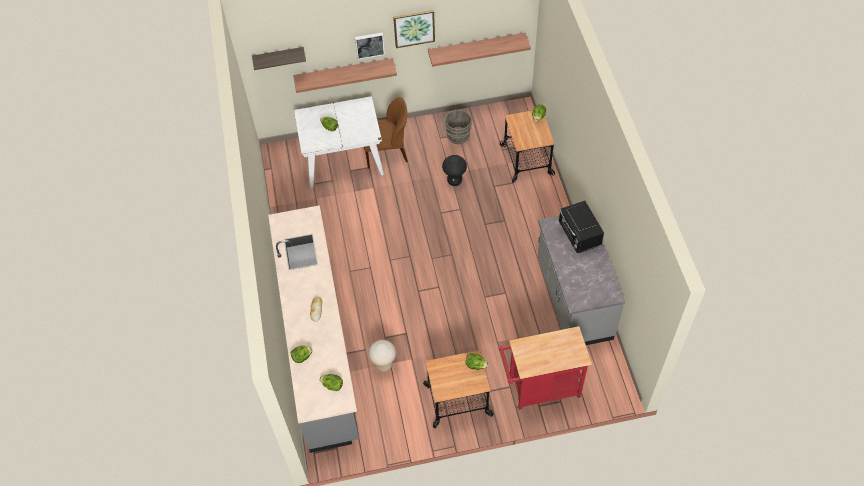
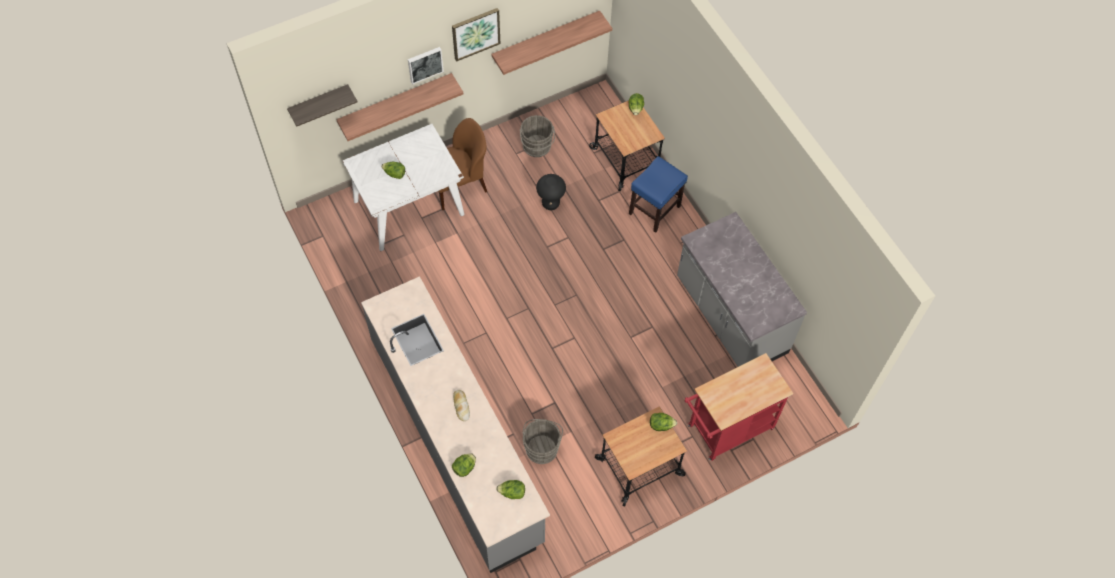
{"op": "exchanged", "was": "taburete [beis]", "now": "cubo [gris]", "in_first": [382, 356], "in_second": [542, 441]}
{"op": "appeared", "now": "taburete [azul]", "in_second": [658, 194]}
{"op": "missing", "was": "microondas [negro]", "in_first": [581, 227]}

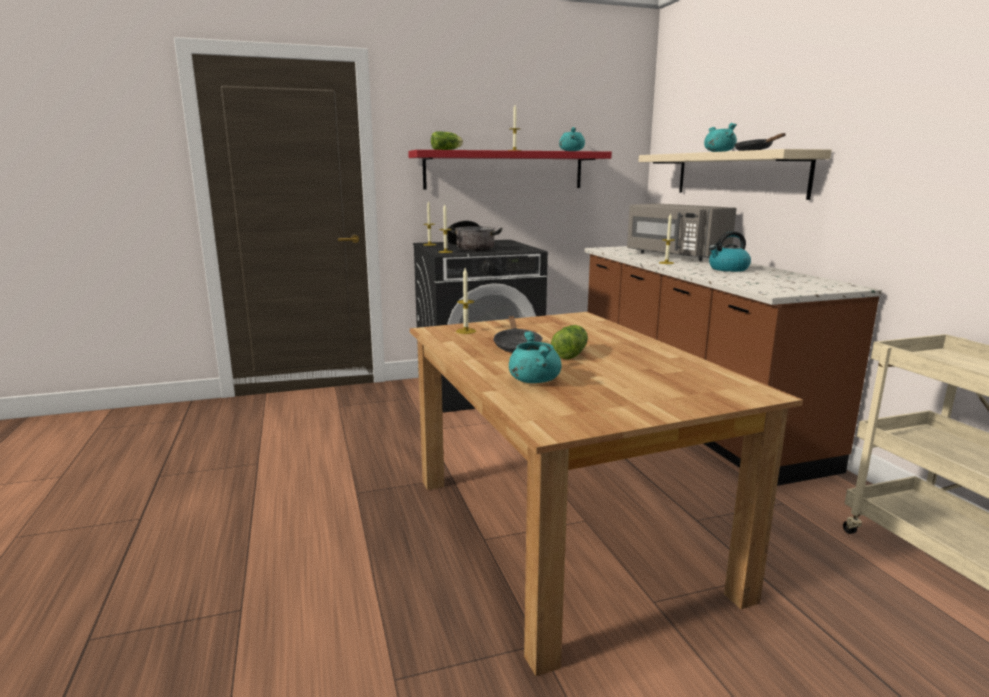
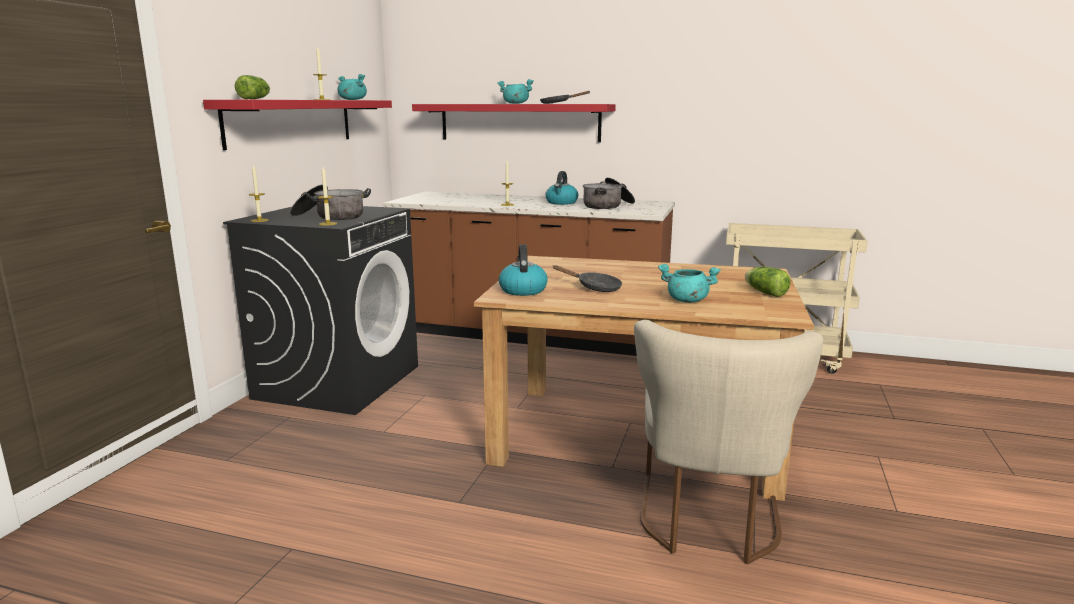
{"op": "colour", "was": "estante [beis]", "now": "estante [rojo]", "in_first": [735, 174], "in_second": [514, 123]}
{"op": "exchanged", "was": "vela", "now": "hervidor", "in_first": [466, 301], "in_second": [523, 270]}
{"op": "appeared", "now": "olla", "in_second": [609, 193]}
{"op": "appeared", "now": "silla [beis]", "in_second": [728, 442]}
{"op": "relocated", "was": "lechuga", "in_first": [569, 342], "in_second": [768, 282]}
{"op": "missing", "was": "microondas [gris]", "in_first": [682, 232]}

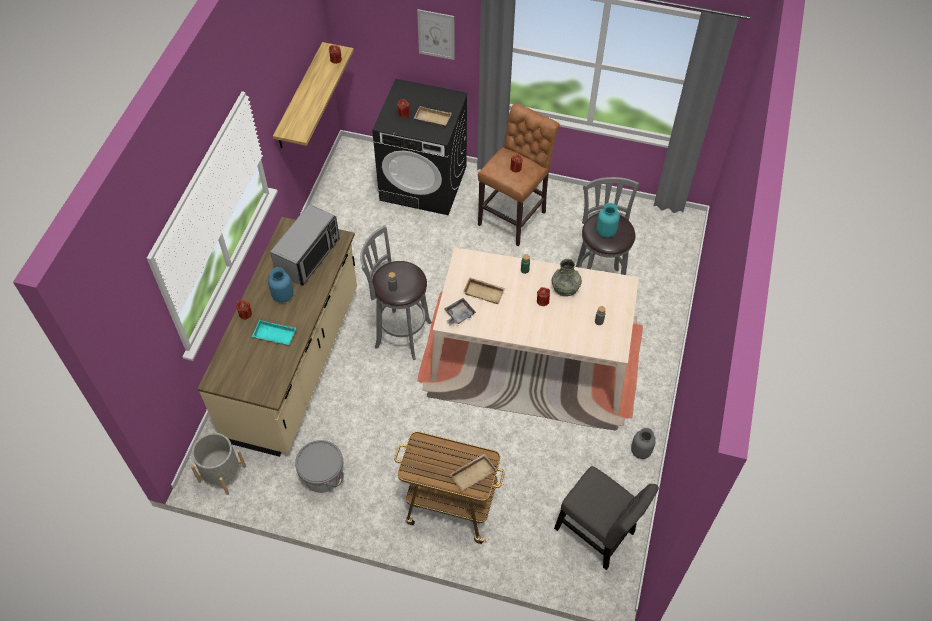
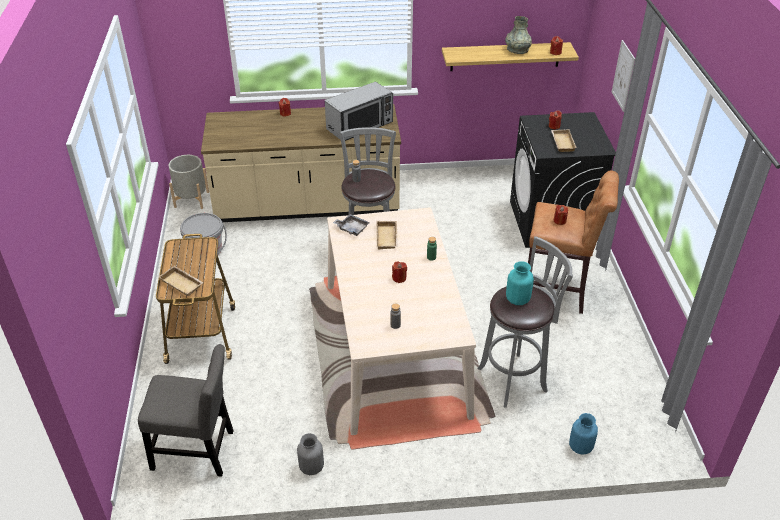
{"op": "spun", "was": "silla [gris]", "in_first": [606, 518], "in_second": [186, 410], "clockwise": -105}
{"op": "spun", "was": "microondas", "in_first": [305, 245], "in_second": [359, 111], "clockwise": -45}
{"op": "relocated", "was": "florero [gris]", "in_first": [567, 277], "in_second": [518, 35]}
{"op": "relocated", "was": "florero [azul]", "in_first": [280, 285], "in_second": [583, 434]}
{"op": "missing", "was": "bandeja [turquesa]", "in_first": [274, 332]}

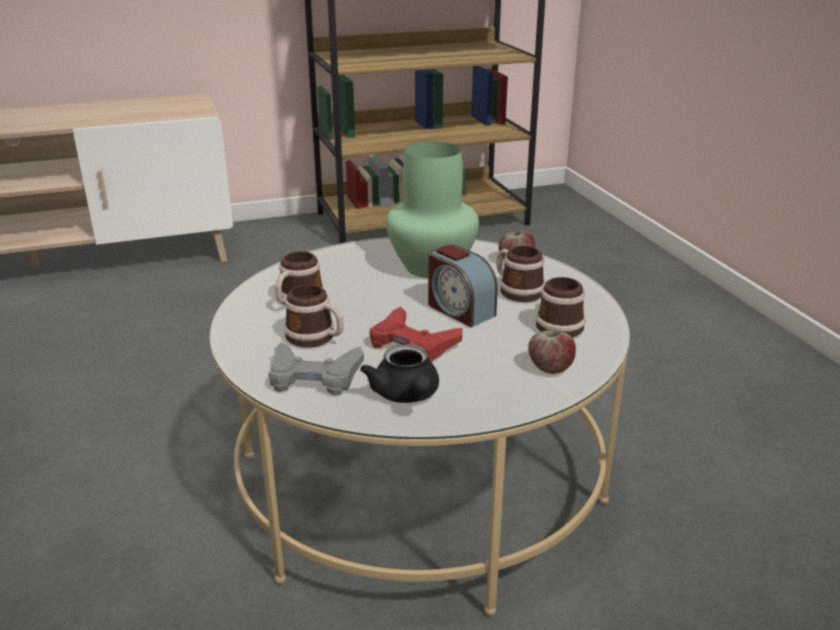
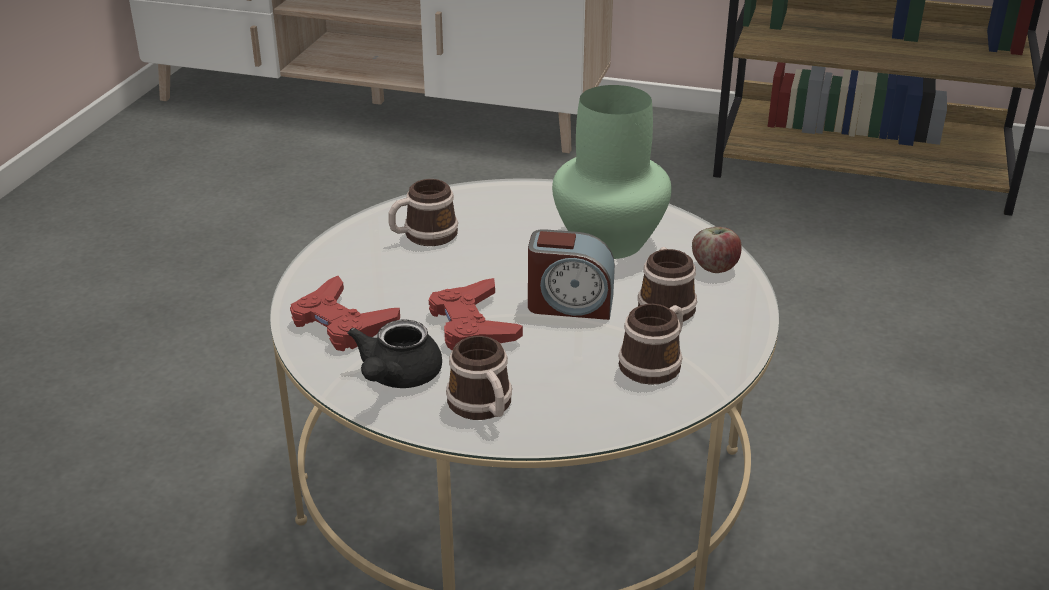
{"op": "colour", "was": "mando de consola [gris]", "now": "mando de consola [rojo]", "in_first": [316, 369], "in_second": [345, 313]}
{"op": "relocated", "was": "taza grande", "in_first": [314, 316], "in_second": [479, 378]}
{"op": "spun", "was": "despertador", "in_first": [463, 286], "in_second": [571, 274], "clockwise": -75}
{"op": "missing", "was": "manzana", "in_first": [552, 351]}

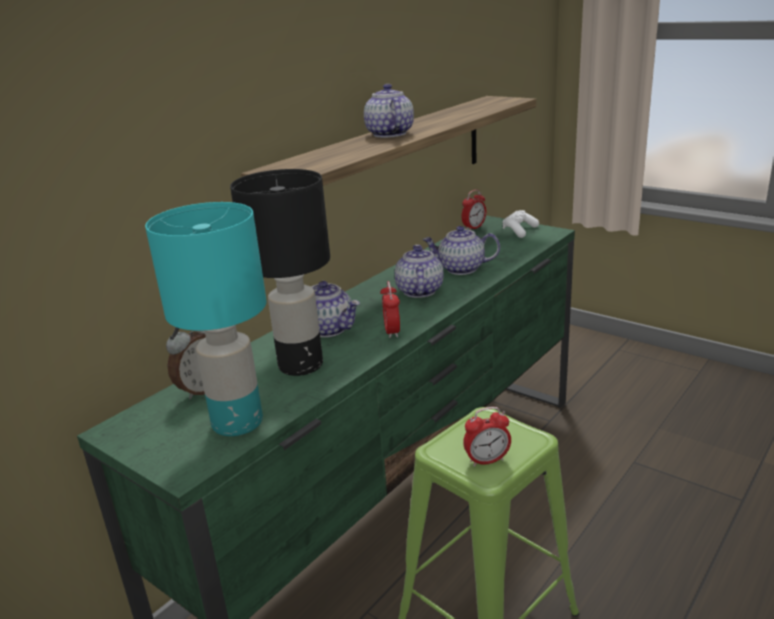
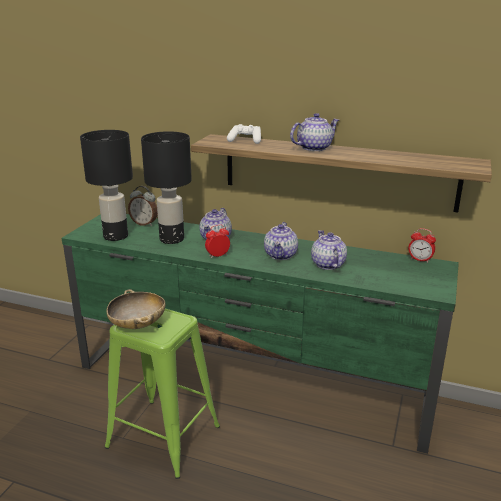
{"op": "colour", "was": "lámpara de mesa [turquesa]", "now": "lámpara de mesa [negro]", "in_first": [205, 319], "in_second": [106, 185]}
{"op": "exchanged", "was": "despertador", "now": "cuenco [beis]", "in_first": [487, 437], "in_second": [136, 309]}
{"op": "relocated", "was": "mando de consola [blanco]", "in_first": [520, 224], "in_second": [244, 134]}
{"op": "spun", "was": "tetera", "in_first": [419, 271], "in_second": [281, 241], "clockwise": 120}

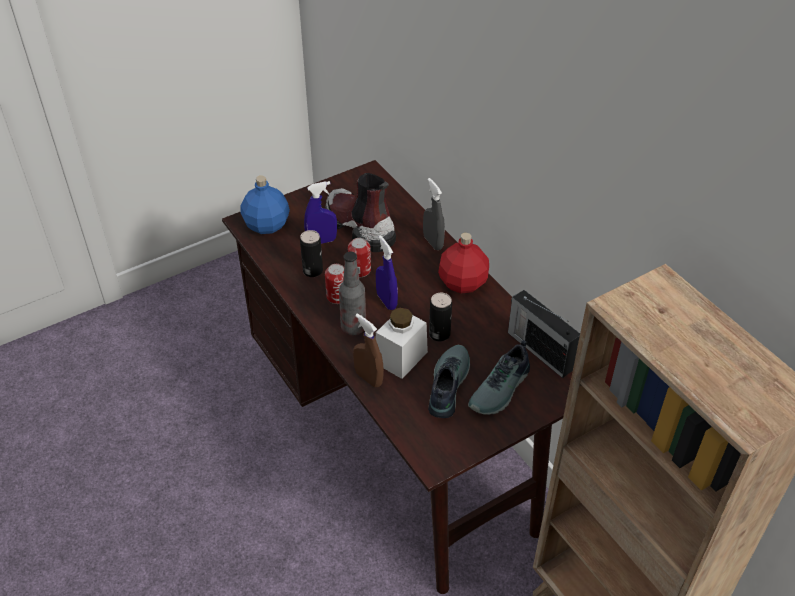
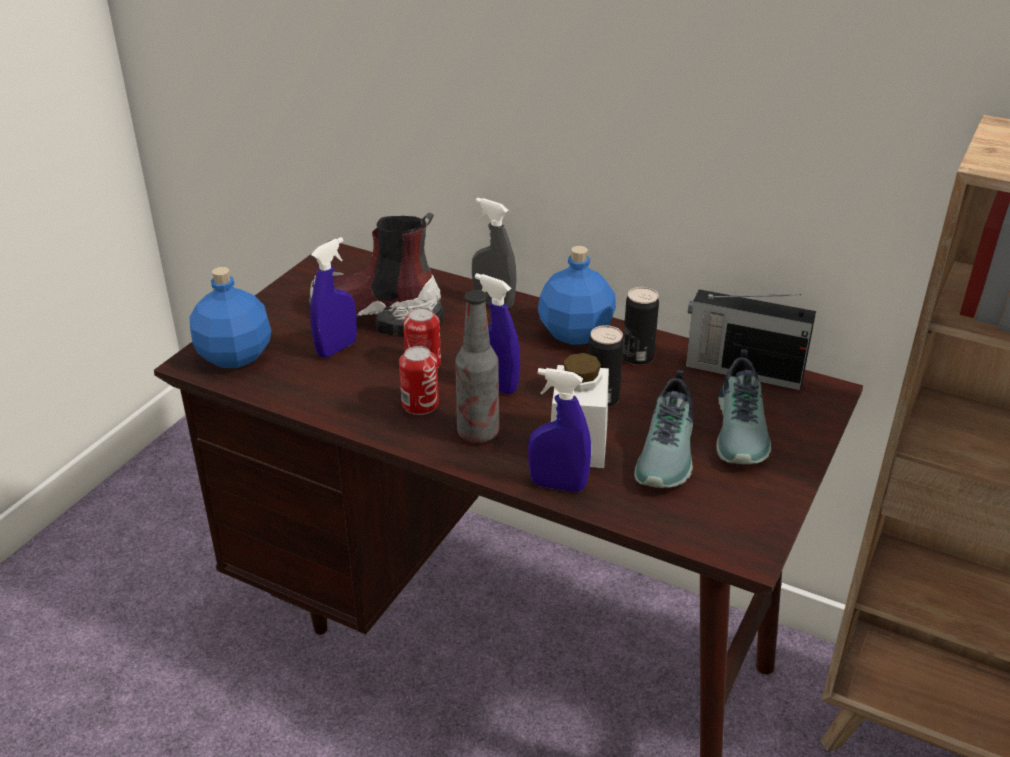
{"op": "colour", "was": "pulverizador [marrón]", "now": "pulverizador [azul]", "in_first": [368, 350], "in_second": [559, 430]}
{"op": "colour", "was": "botella [rojo]", "now": "botella [azul]", "in_first": [463, 263], "in_second": [577, 295]}
{"op": "relocated", "was": "lata", "in_first": [311, 253], "in_second": [641, 326]}
{"op": "spun", "was": "zapato", "in_first": [449, 381], "in_second": [663, 429], "clockwise": -150}

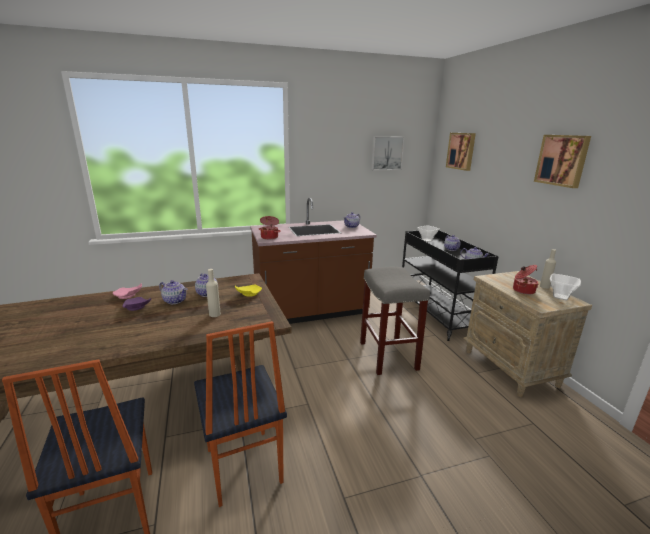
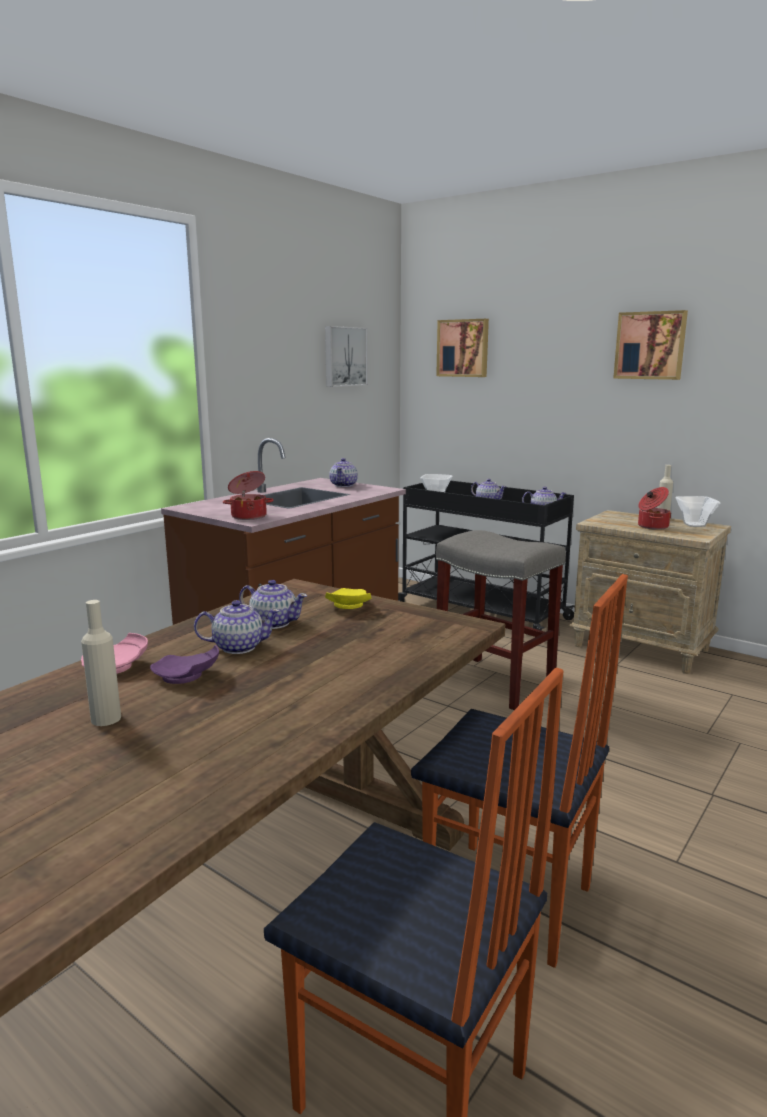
{"op": "relocated", "was": "botella [beis]", "in_first": [213, 293], "in_second": [101, 663]}

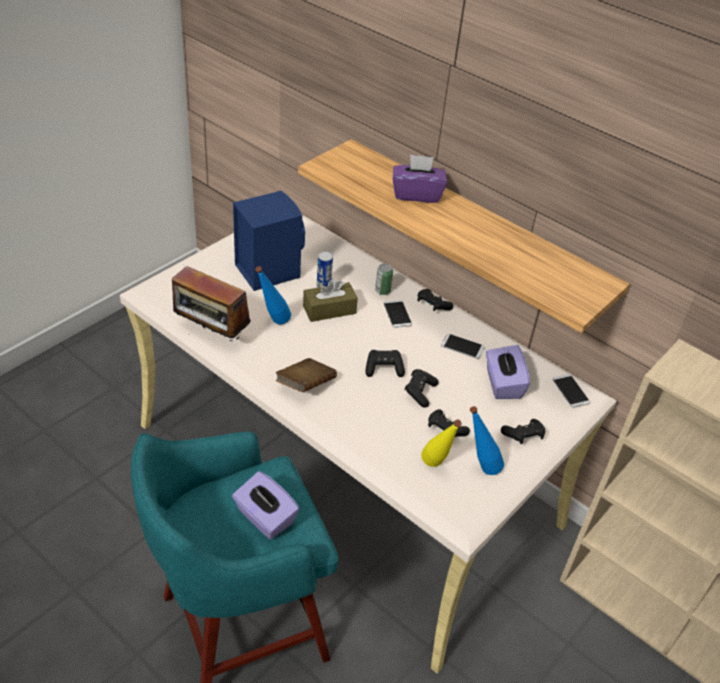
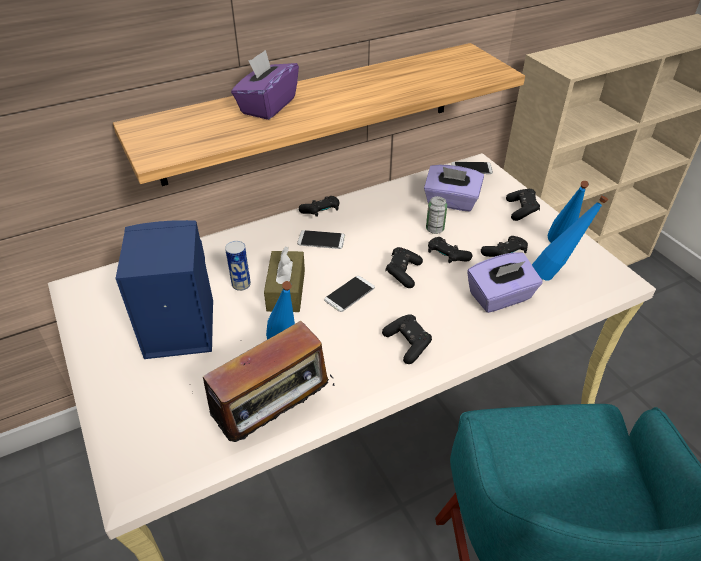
{"op": "relocated", "was": "móvil", "in_first": [463, 346], "in_second": [349, 294]}
{"op": "exchanged", "was": "libro [marrón]", "now": "mando de consola [negro]", "in_first": [306, 375], "in_second": [407, 339]}
{"op": "relocated", "was": "lata", "in_first": [384, 279], "in_second": [436, 215]}
{"op": "relocated", "was": "caja de pañuelos [morado]", "in_first": [266, 505], "in_second": [504, 282]}
{"op": "colour", "was": "botella [amarillo]", "now": "botella [azul]", "in_first": [441, 443], "in_second": [570, 238]}

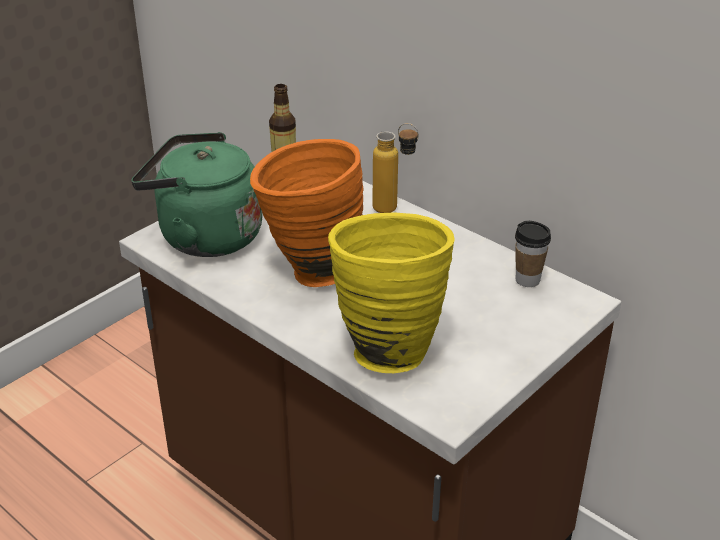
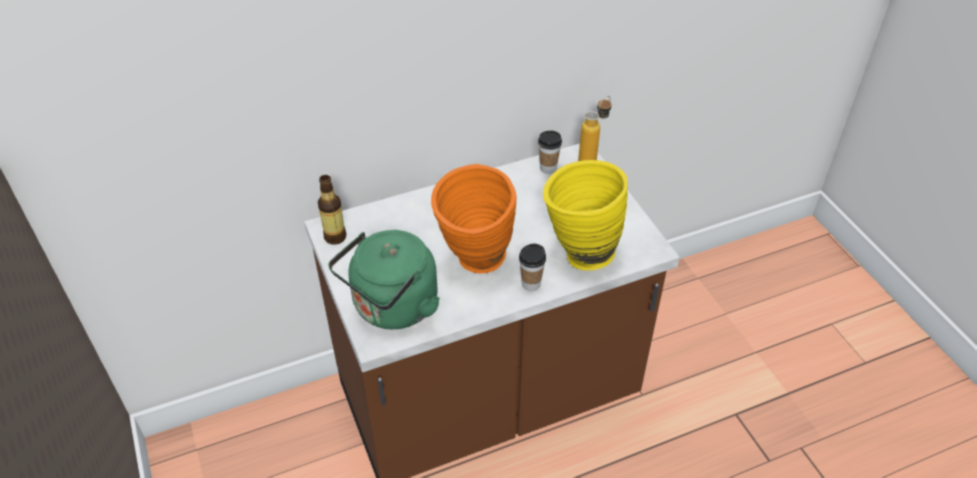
{"op": "appeared", "now": "taza", "in_second": [532, 267]}
{"op": "relocated", "was": "botella", "in_first": [395, 168], "in_second": [595, 128]}

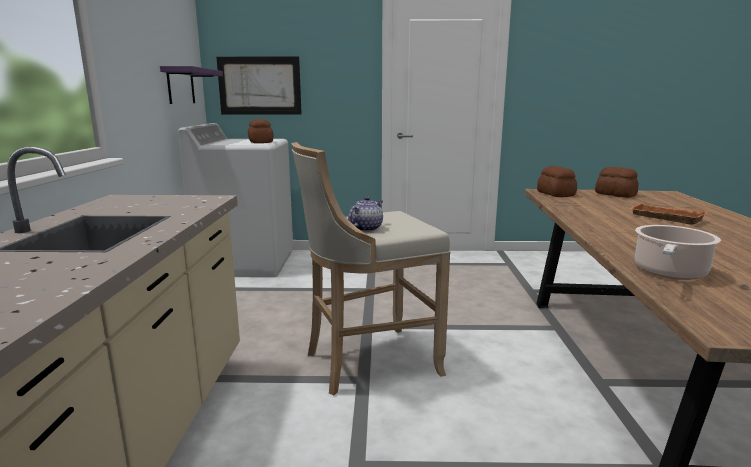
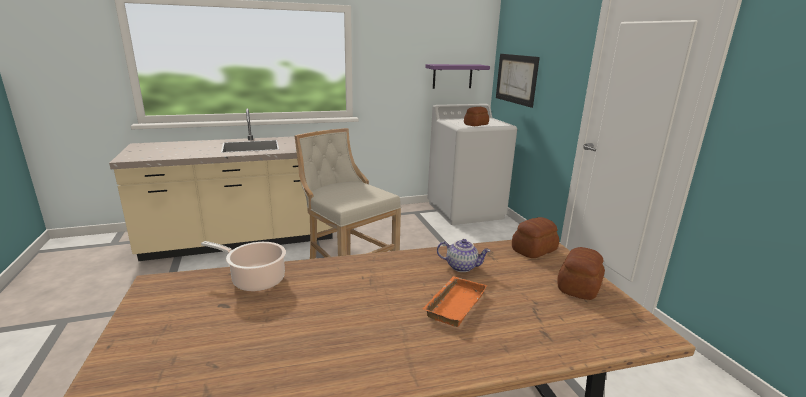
{"op": "relocated", "was": "tetera", "in_first": [365, 213], "in_second": [463, 255]}

